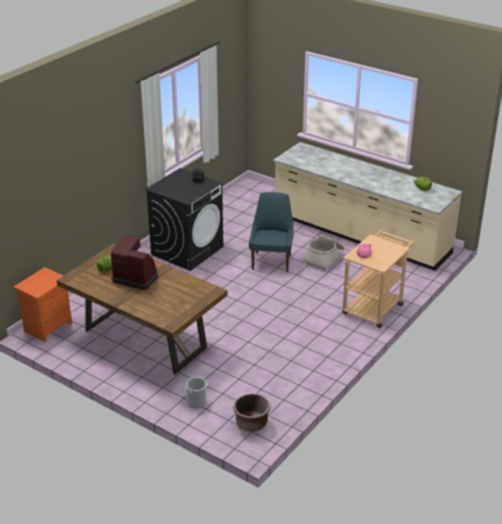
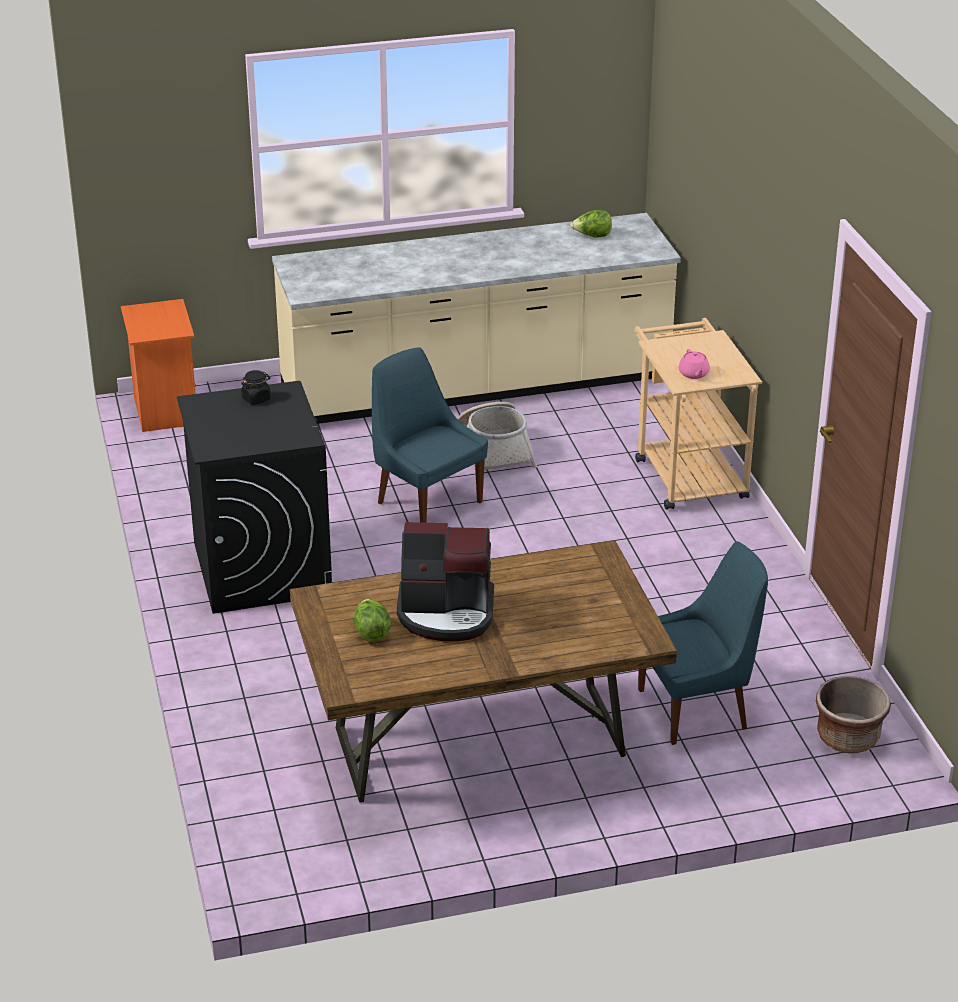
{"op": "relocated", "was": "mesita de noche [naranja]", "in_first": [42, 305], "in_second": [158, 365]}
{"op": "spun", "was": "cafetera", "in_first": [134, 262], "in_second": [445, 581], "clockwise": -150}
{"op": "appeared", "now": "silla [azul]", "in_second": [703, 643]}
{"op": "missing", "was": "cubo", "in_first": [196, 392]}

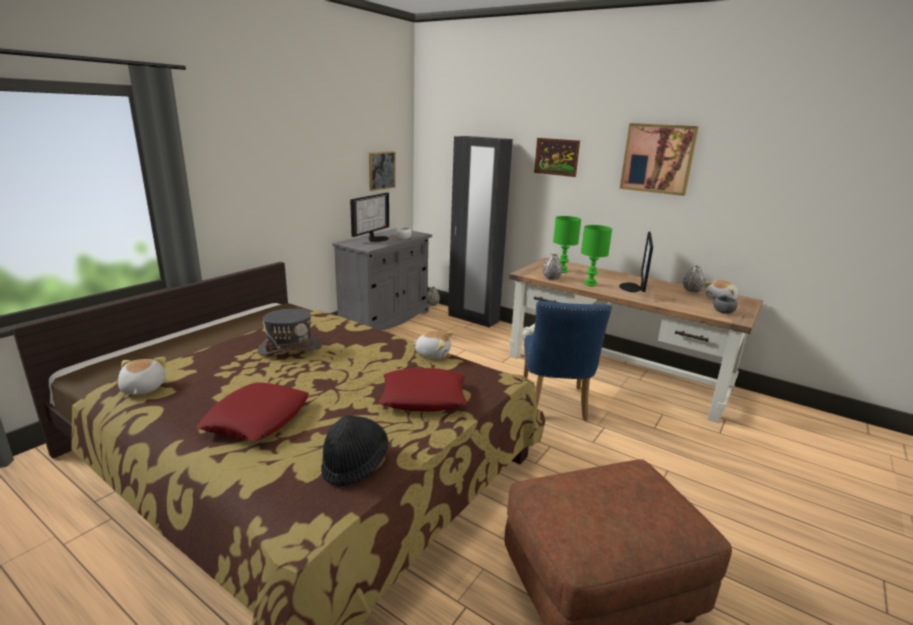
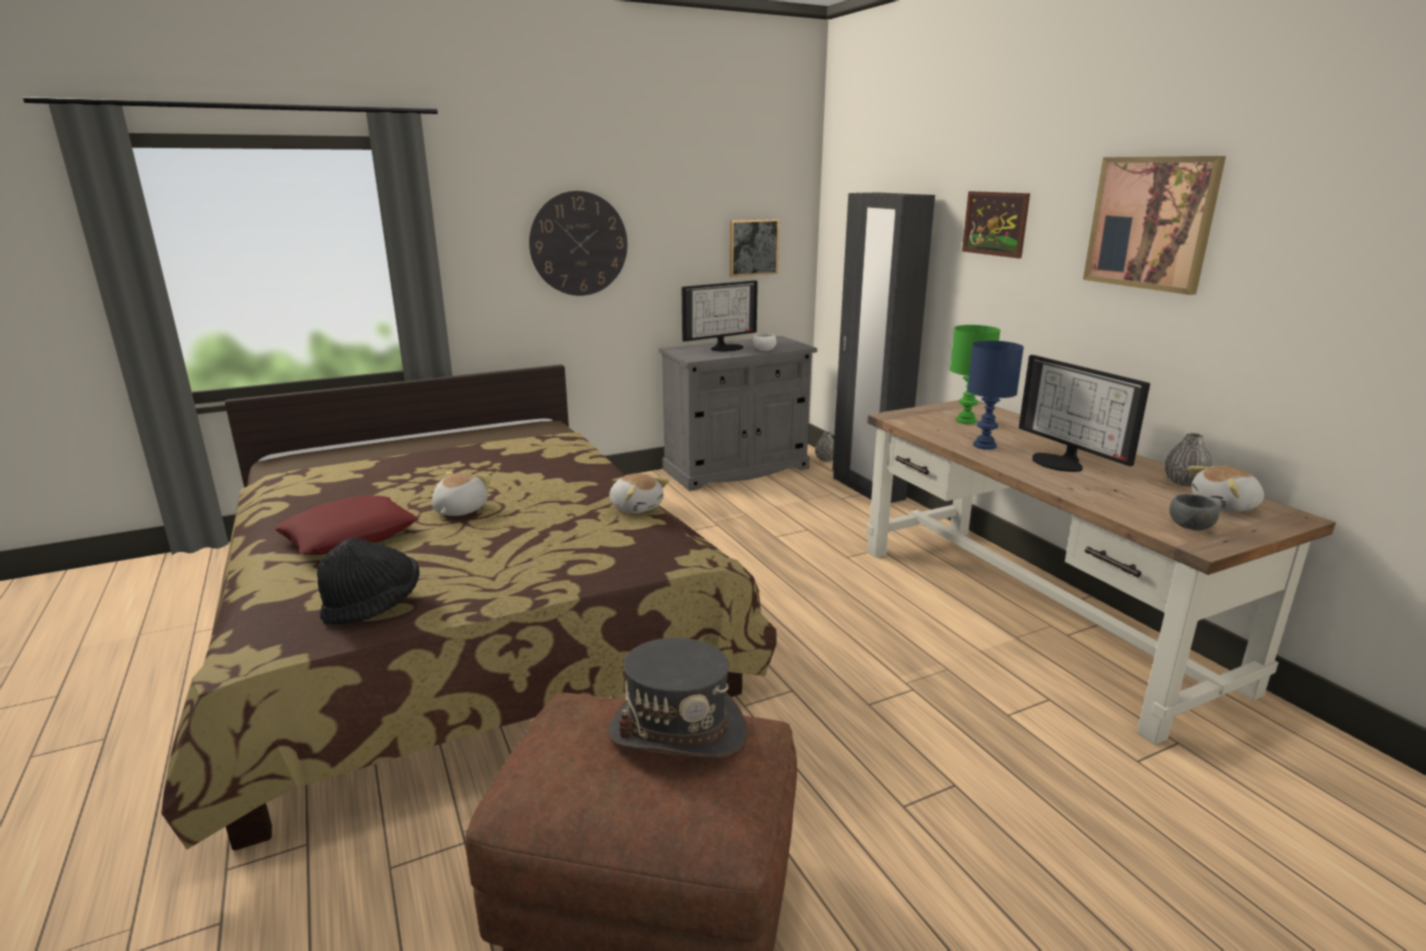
{"op": "relocated", "was": "peluche", "in_first": [142, 376], "in_second": [461, 493]}
{"op": "appeared", "now": "reloj de pared", "in_second": [578, 243]}
{"op": "relocated", "was": "sombrero [gris]", "in_first": [289, 332], "in_second": [678, 698]}
{"op": "colour", "was": "lámpara de mesa [verde]", "now": "lámpara de mesa [azul]", "in_first": [596, 255], "in_second": [995, 395]}
{"op": "spun", "was": "monitor", "in_first": [636, 262], "in_second": [1084, 413], "clockwise": -75}
{"op": "missing", "was": "cojín [rojo]", "in_first": [423, 390]}
{"op": "missing", "was": "silla [azul]", "in_first": [567, 361]}
{"op": "missing", "was": "florero [gris]", "in_first": [553, 267]}

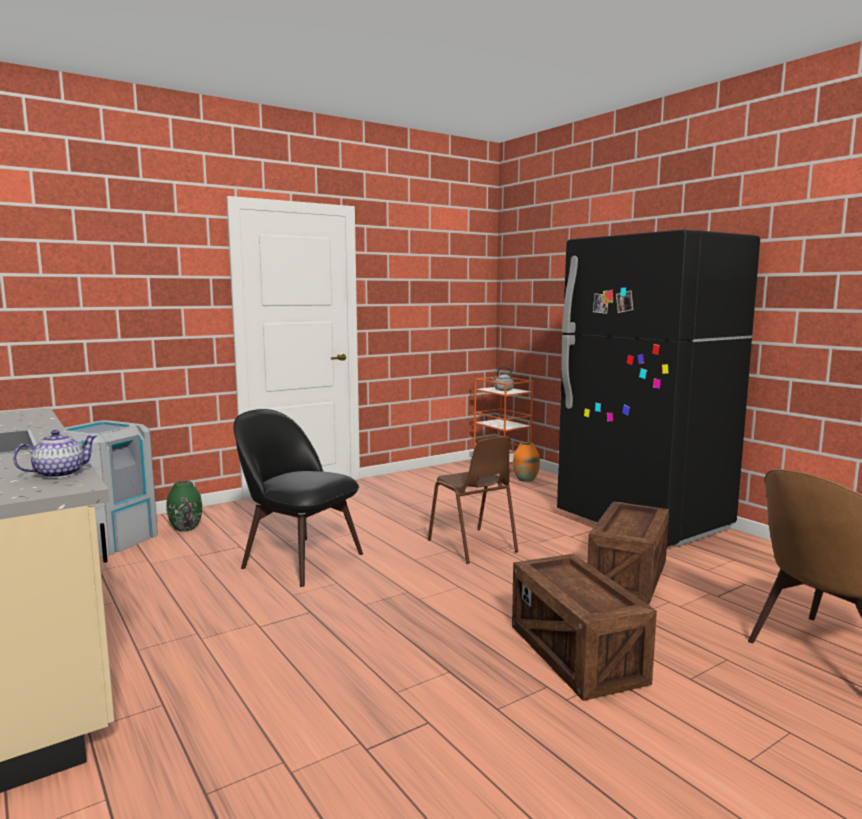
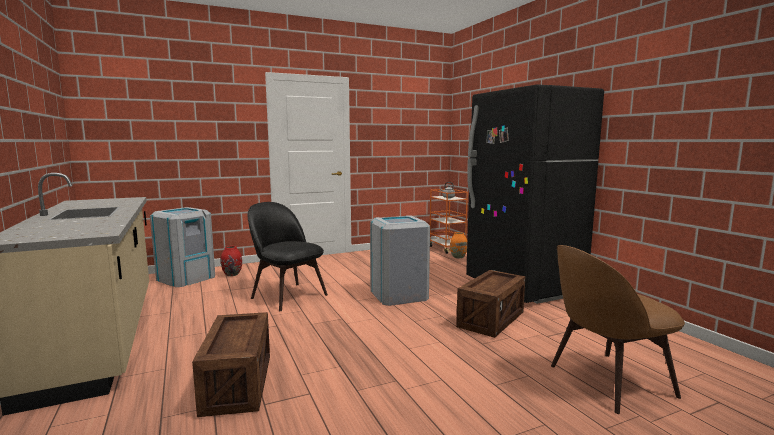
{"op": "relocated", "was": "caja de embalaje", "in_first": [584, 627], "in_second": [231, 364]}
{"op": "colour", "was": "florero [verde]", "now": "florero [rojo]", "in_first": [184, 506], "in_second": [231, 261]}
{"op": "exchanged", "was": "silla [marrón]", "now": "papelera [gris]", "in_first": [473, 500], "in_second": [400, 260]}
{"op": "missing", "was": "tetera", "in_first": [55, 454]}

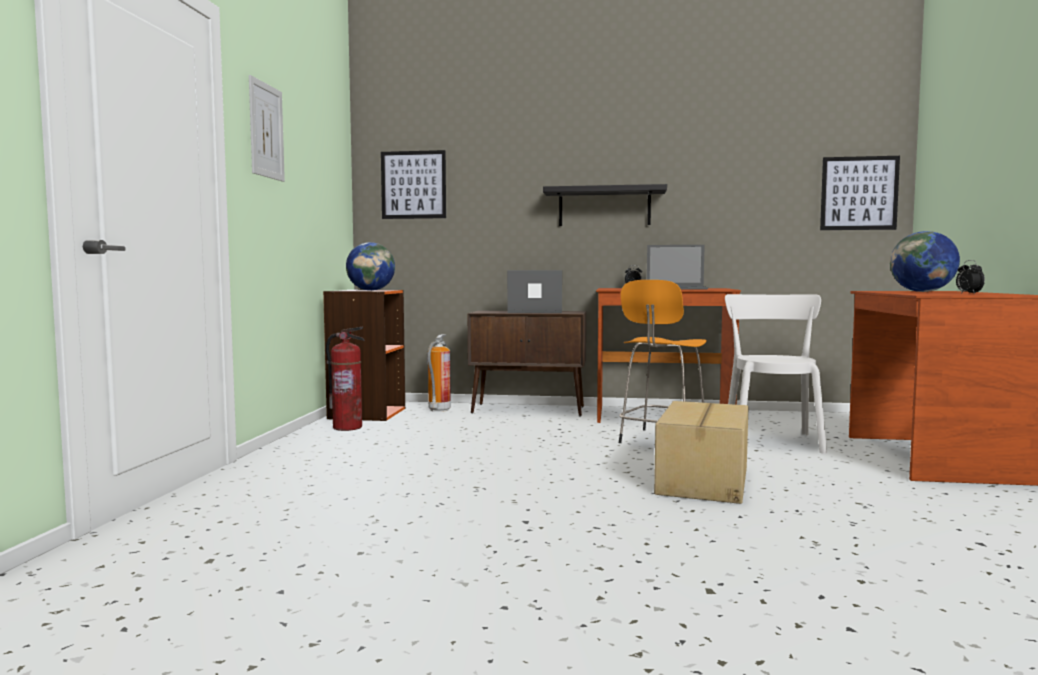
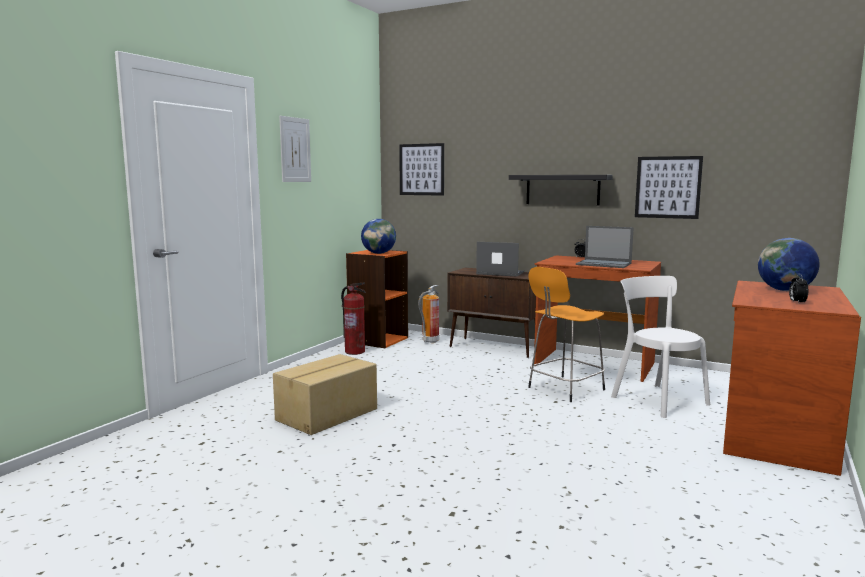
{"op": "relocated", "was": "caja de cartón", "in_first": [701, 452], "in_second": [325, 394]}
{"op": "spun", "was": "silla [blanco]", "in_first": [776, 374], "in_second": [660, 347], "clockwise": -60}
{"op": "relocated", "was": "cuadro", "in_first": [860, 193], "in_second": [669, 187]}

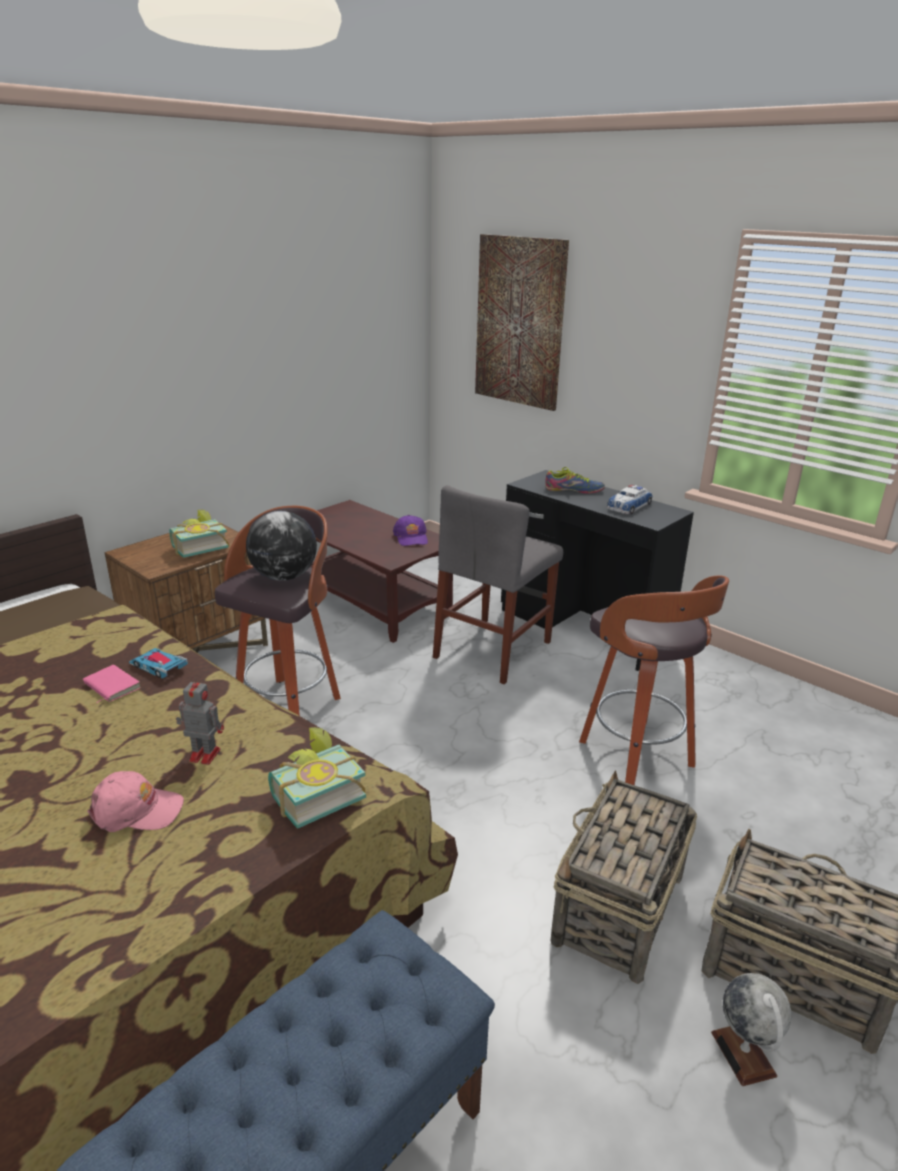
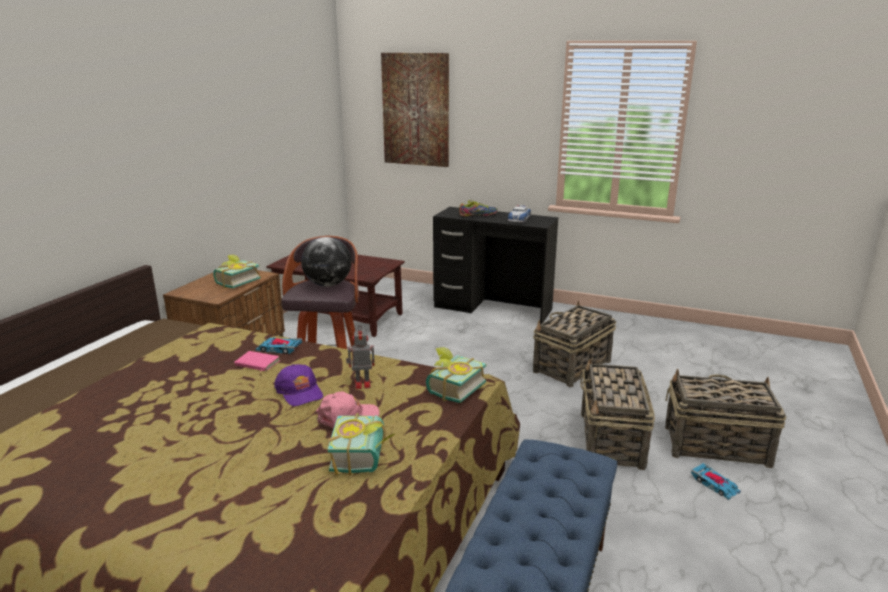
{"op": "relocated", "was": "gorra [morado]", "in_first": [410, 530], "in_second": [298, 385]}
{"op": "appeared", "now": "libro", "in_second": [361, 444]}
{"op": "exchanged", "was": "taburete", "now": "cesta", "in_first": [654, 680], "in_second": [574, 343]}
{"op": "exchanged", "was": "globo terráqueo", "now": "coche de juguete", "in_first": [751, 1029], "in_second": [716, 481]}
{"op": "missing", "was": "silla [gris]", "in_first": [498, 584]}

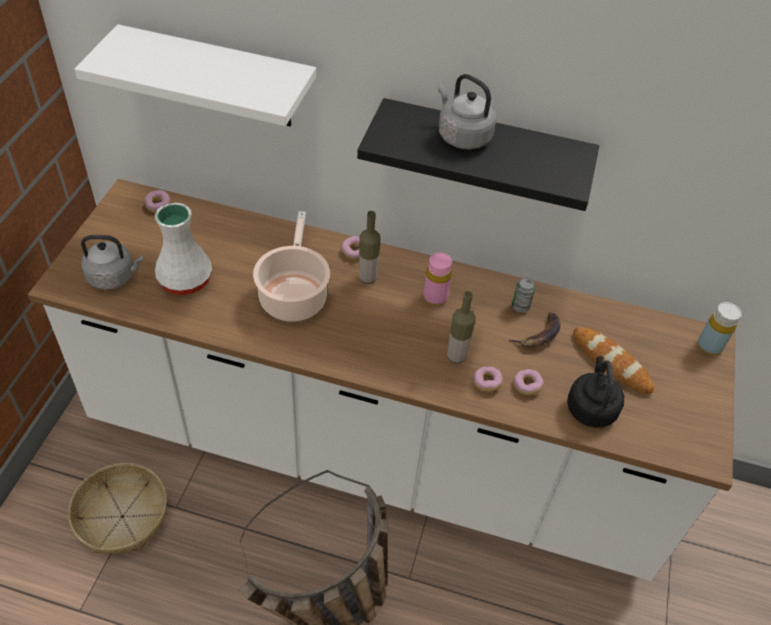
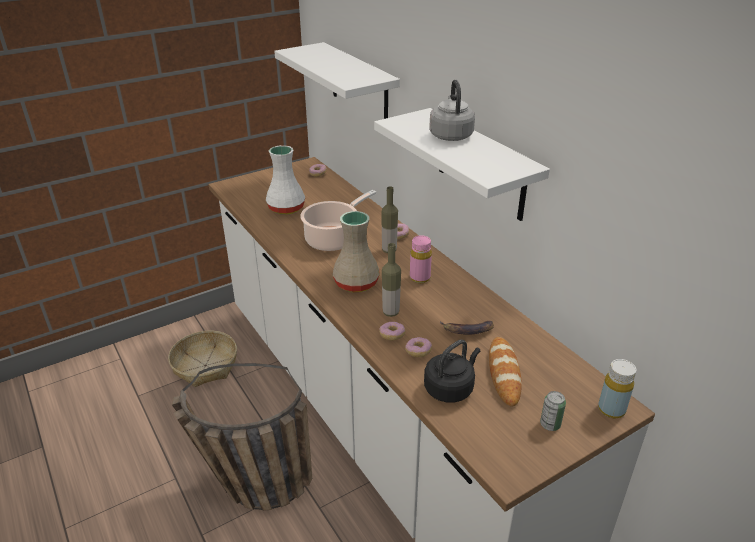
{"op": "appeared", "now": "florero [beis]", "in_second": [356, 252]}
{"op": "colour", "was": "estante [negro]", "now": "estante [blanco]", "in_first": [478, 154], "in_second": [462, 164]}
{"op": "relocated", "was": "lata", "in_first": [523, 295], "in_second": [553, 411]}
{"op": "missing", "was": "hervidor [gris]", "in_first": [112, 262]}

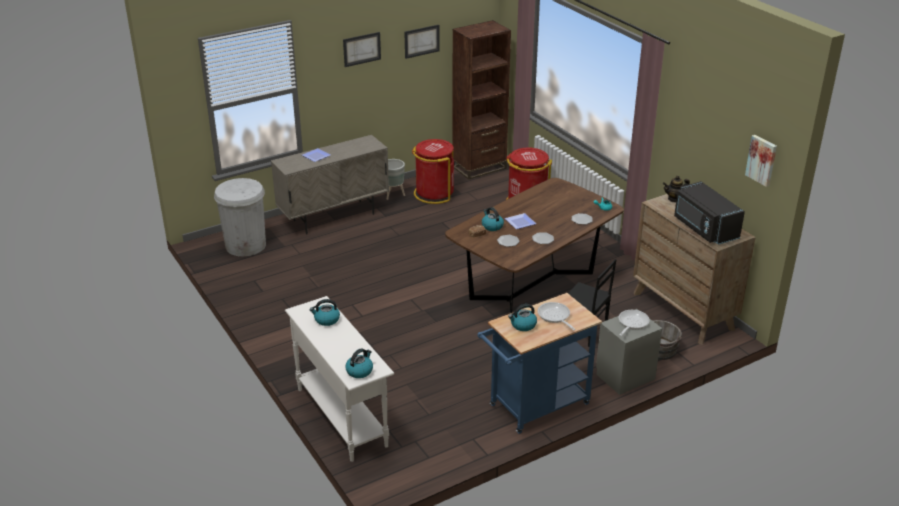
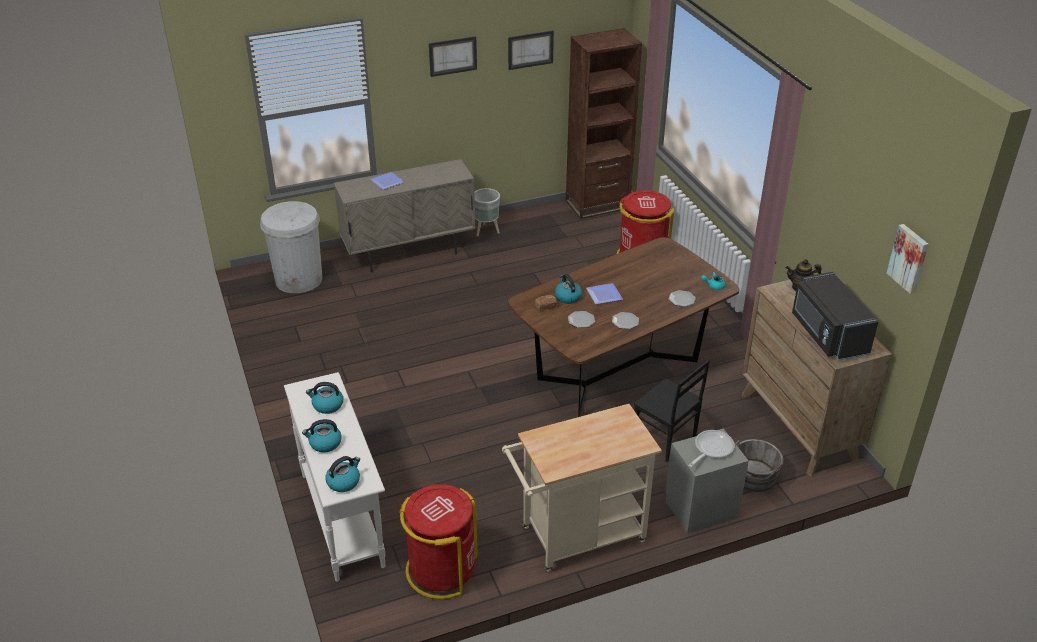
{"op": "relocated", "was": "hervidor", "in_first": [522, 317], "in_second": [322, 436]}
{"op": "relocated", "was": "papelera [rojo]", "in_first": [433, 171], "in_second": [438, 541]}
{"op": "colour", "was": "carrito [azul]", "now": "carrito [beis]", "in_first": [539, 363], "in_second": [582, 488]}
{"op": "missing", "was": "sartén", "in_first": [557, 316]}

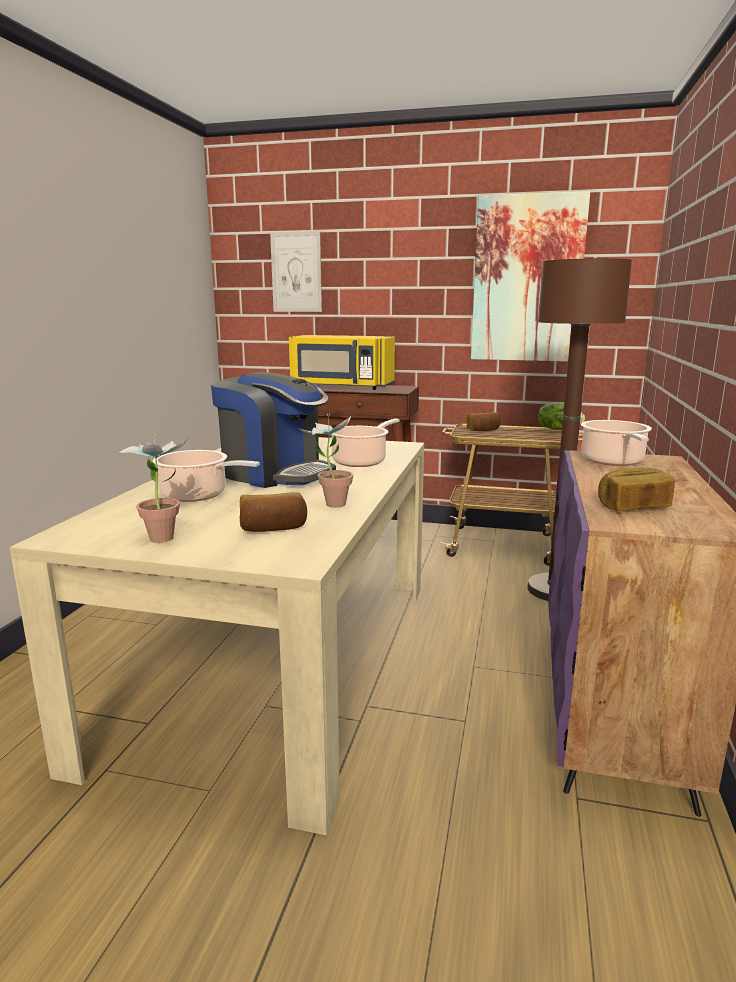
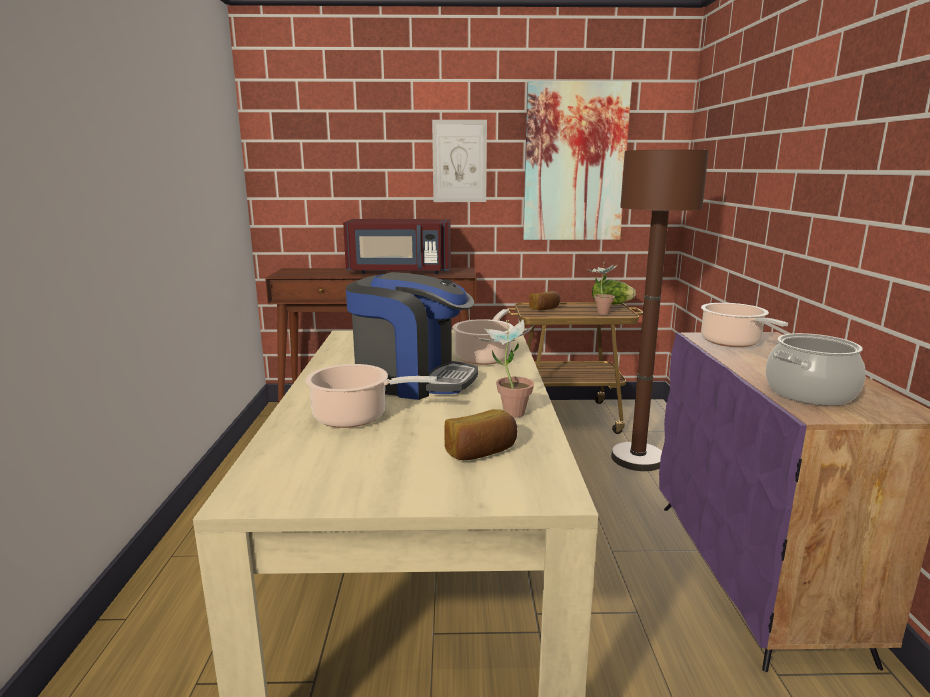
{"op": "colour", "was": "microondas [amarillo]", "now": "microondas [rojo]", "in_first": [342, 362], "in_second": [397, 246]}
{"op": "relocated", "was": "cuadro", "in_first": [296, 271], "in_second": [459, 161]}
{"op": "relocated", "was": "planta en maceta", "in_first": [152, 488], "in_second": [602, 288]}
{"op": "exchanged", "was": "pan", "now": "olla", "in_first": [636, 489], "in_second": [815, 369]}

